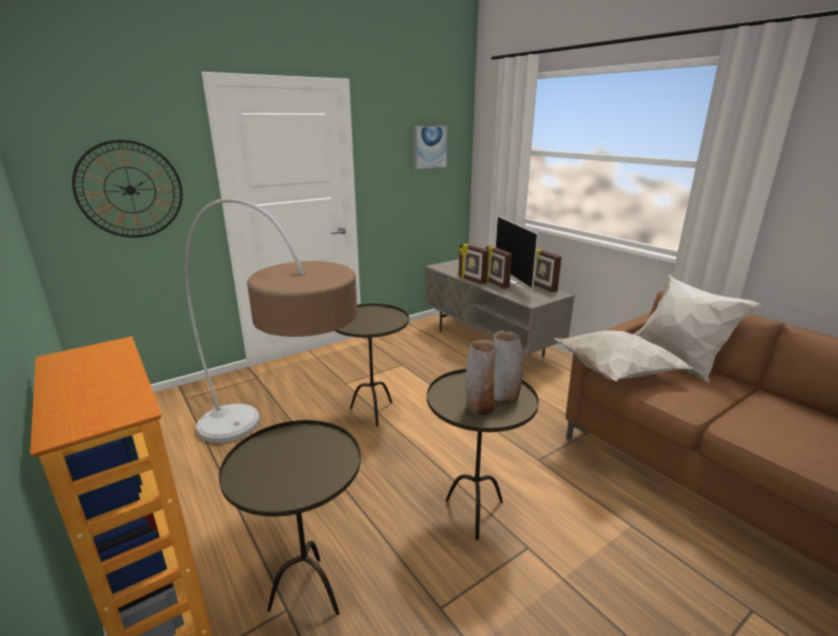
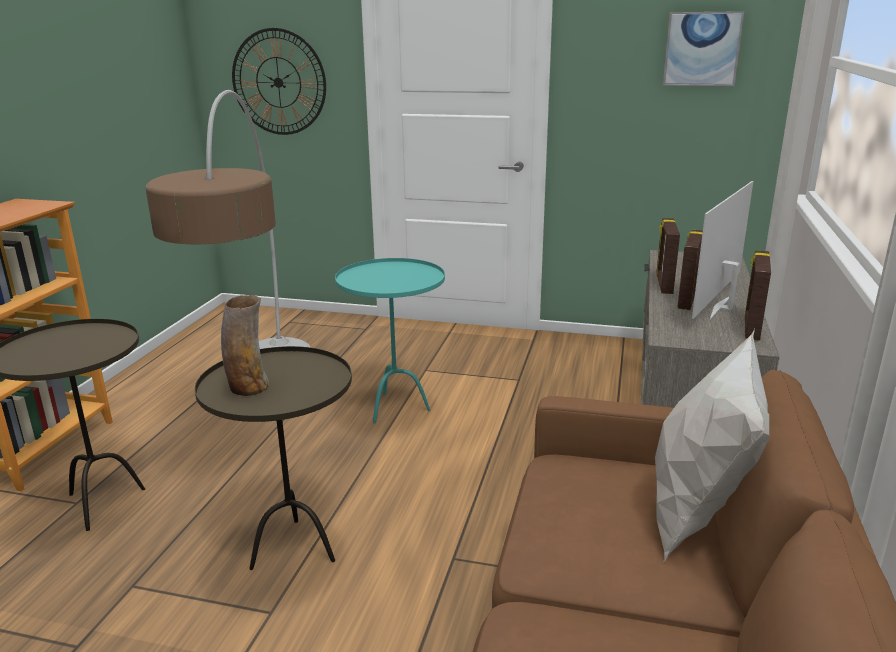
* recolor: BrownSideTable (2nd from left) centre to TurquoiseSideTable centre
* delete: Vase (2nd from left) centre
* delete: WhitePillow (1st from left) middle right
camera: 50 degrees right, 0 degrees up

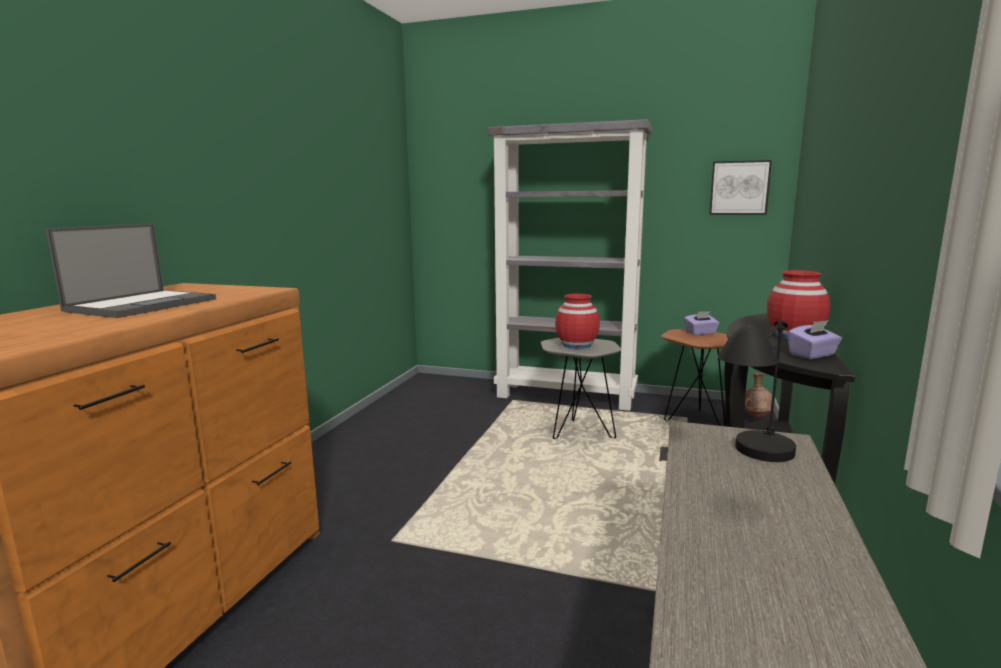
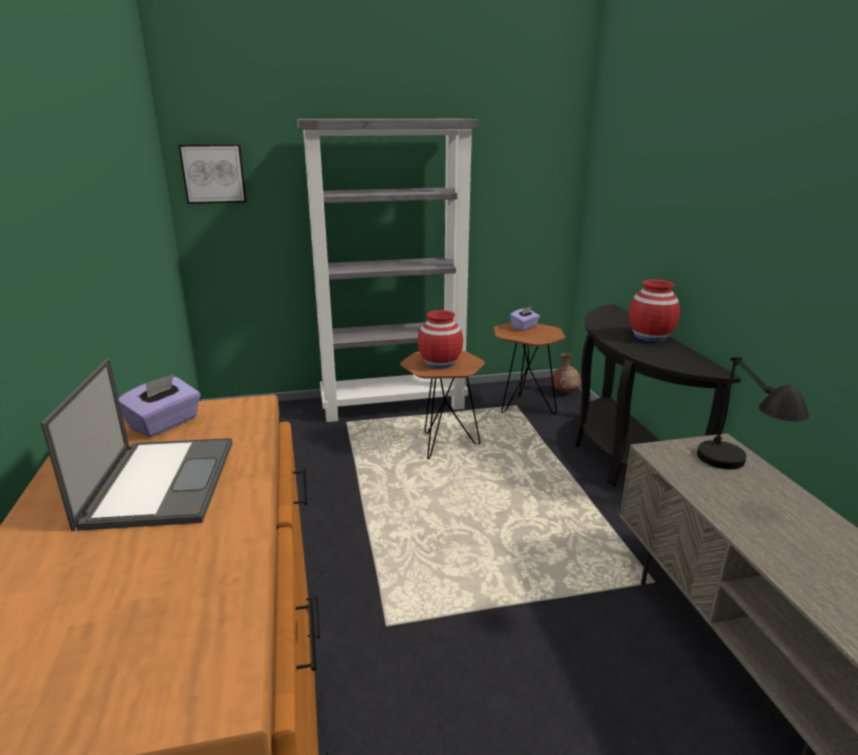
* recolor: GreySideTable centre to BrownSideTable (1st from left) centre
* move: Picture top right to top left
* move: PurpleTissueBox (2nd from left in the first image) middle right to PurpleTissueBox (1st from left) middle left
camera: 30 degrees left, 10 degrees up

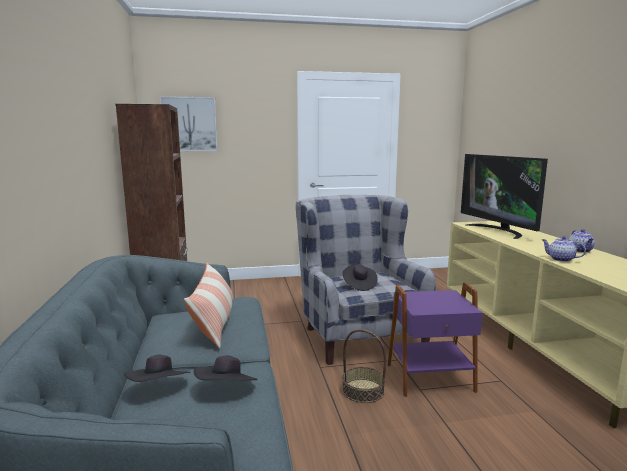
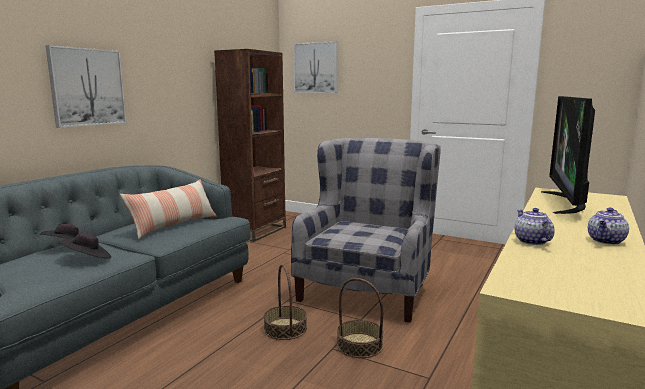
* delete: BlackHat (3rd from left) centre
* replace: PurpleSideTable bottom right to Basket (2nd from left) bottom centre
* insert: Picture (1st from left) top left
camera: 40 degrees right, 0 degrees up

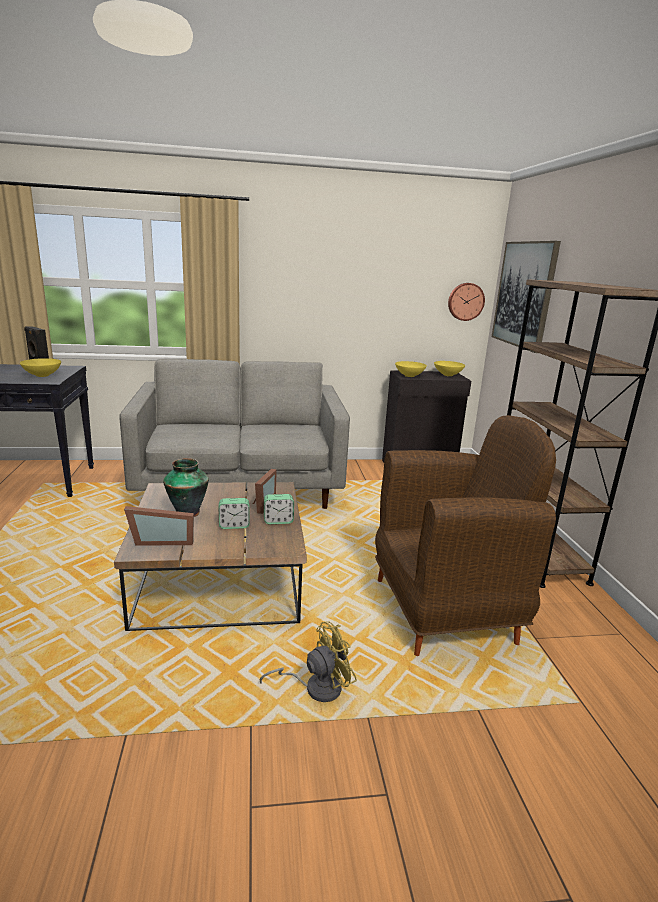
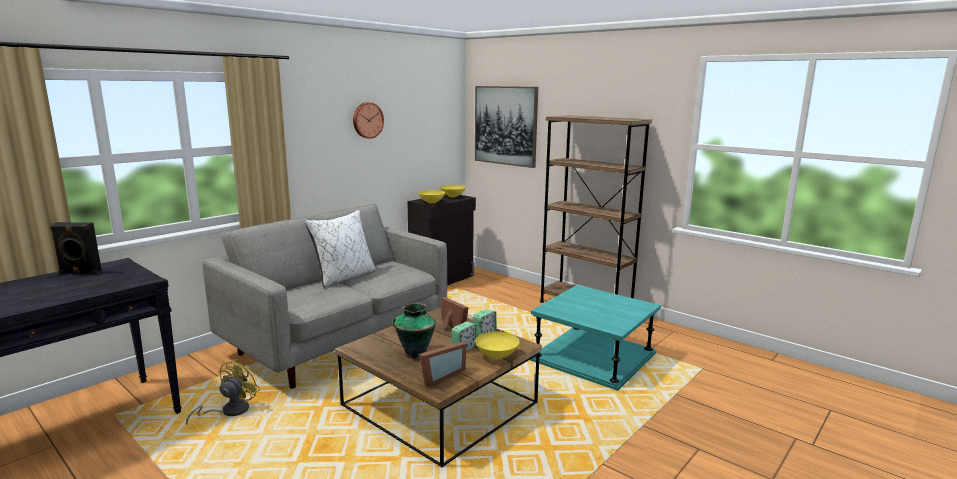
* move: YellowBowl (1st from left in the first image) middle left to YellowBowl (3rd from left) bottom centre
* move: YellowFan bottom centre to bottom left
* replace: BrownArmchair middle right to TurquoiseSideTable bottom centre
* move: WallClock middle right to top centre
* insert: WhitePillow centre
camera: 40 degrees left, 5 degrees down

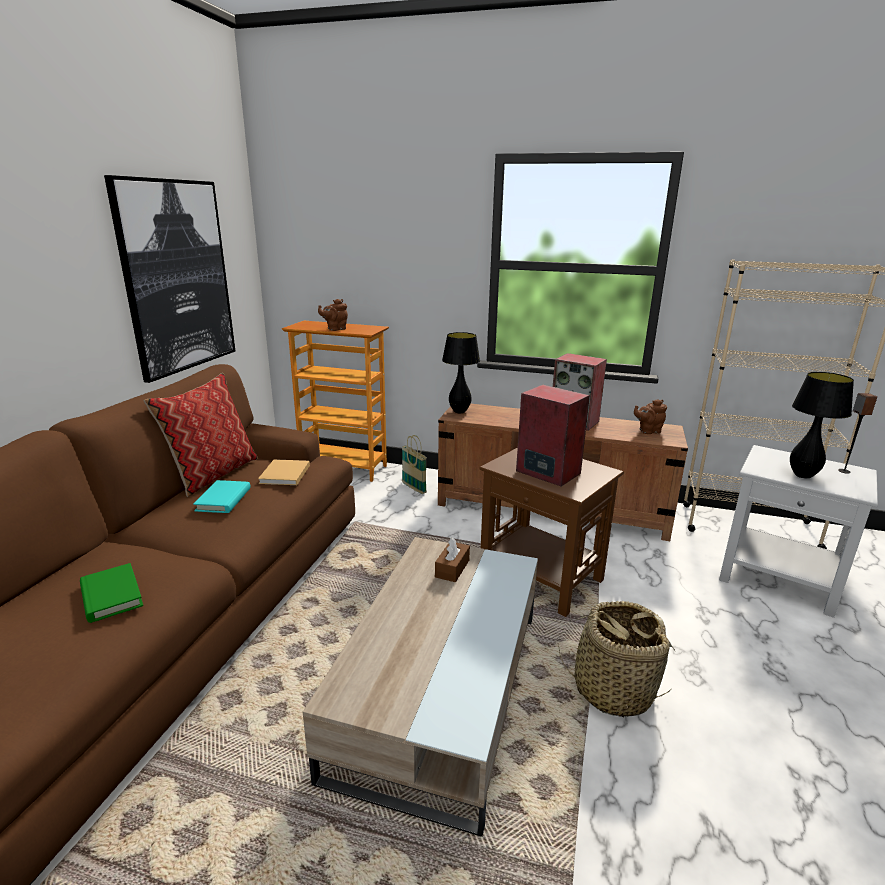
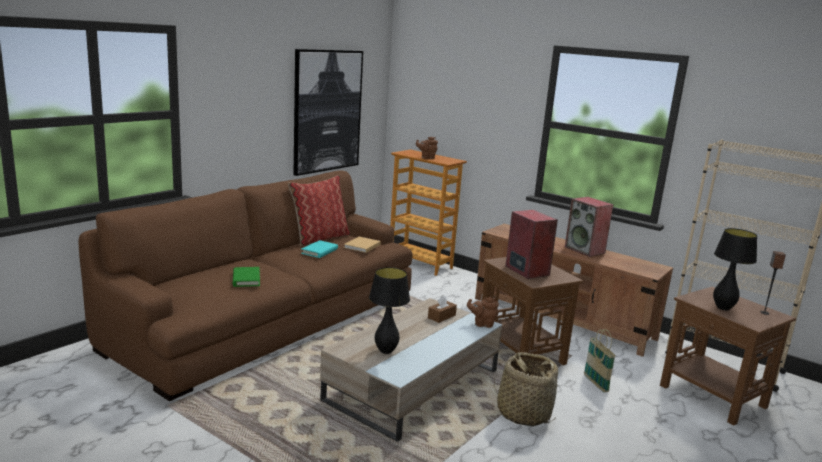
* move: Basket (1st from left in the first image) centre to Basket (2nd from left) bottom right
* move: BlackTableLamp (1st from left) centre to bottom centre
* move: BrownTeapot (2nd from left) middle right to bottom centre
* recolor: WhiteSideTable middle right to BrownSideTable (2nd from left) bottom right
camera: 20 degrees right, 5 degrees down

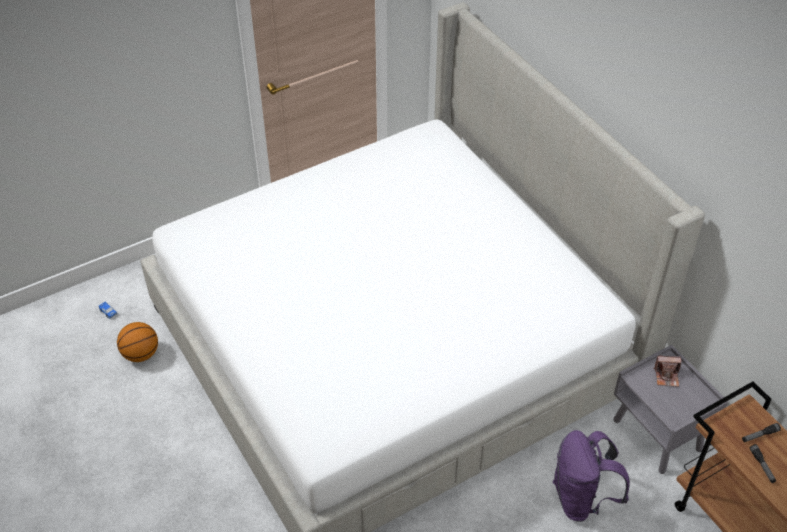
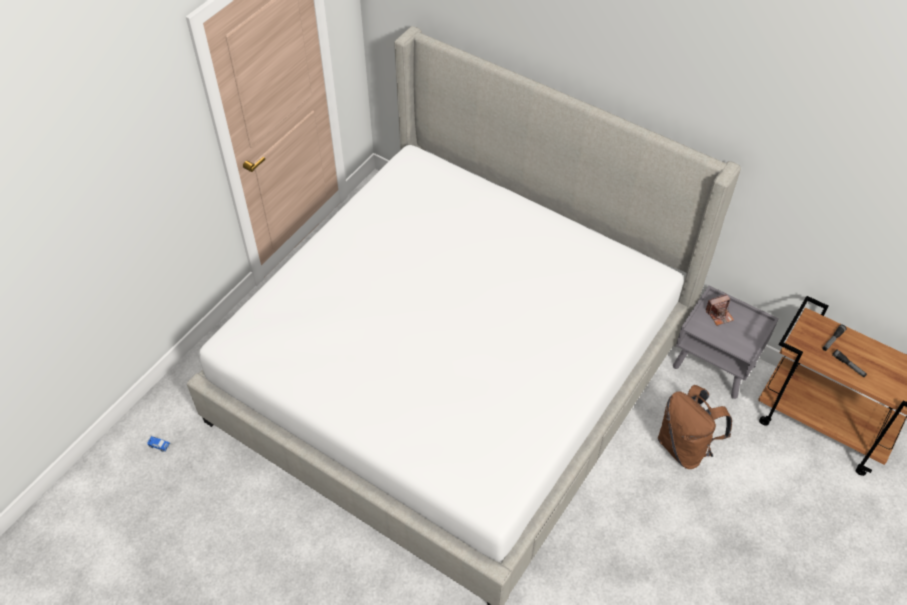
* delete: Basketball middle left
* recolor: PurpleBackpack bottom right to BrownBackpack bottom right
camera: 25 degrees left, 5 degrees up

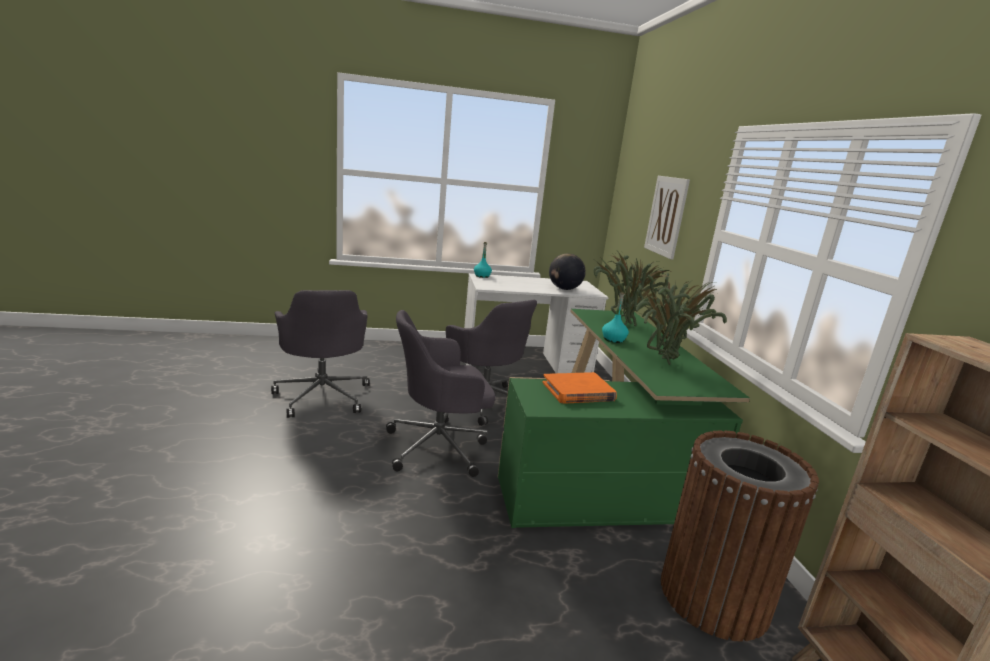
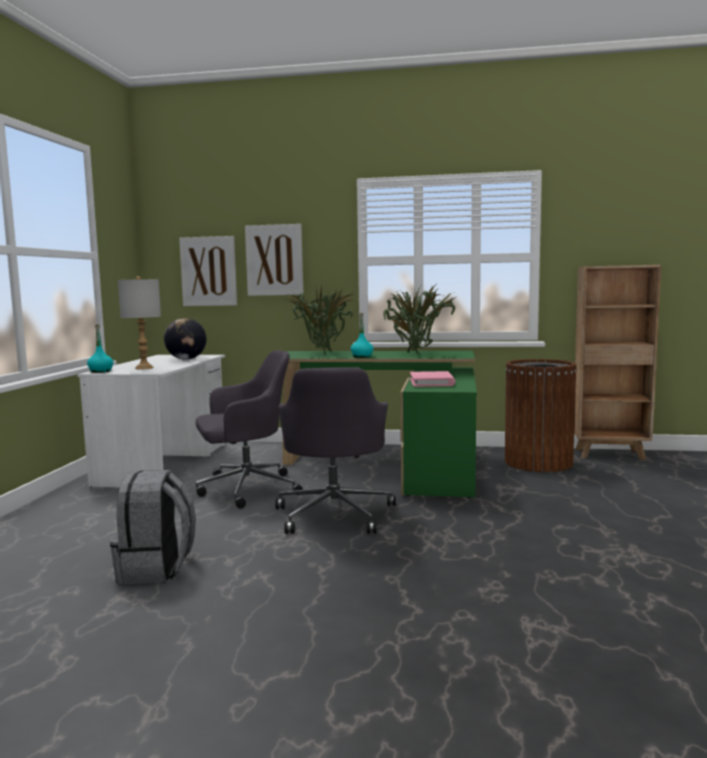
* replace: GreyOfficeChair (1st from left) middle left to GreyBackpack bottom left
* recolor: OrangeBook centre to PinkBook centre
* insert: GreyTableLamp middle left
* insert: Picture (1st from left) middle left
camera: 70 degrees left, 10 degrees down

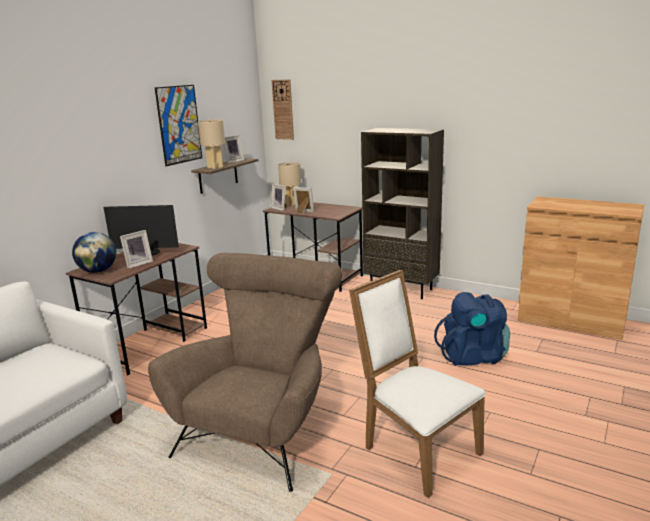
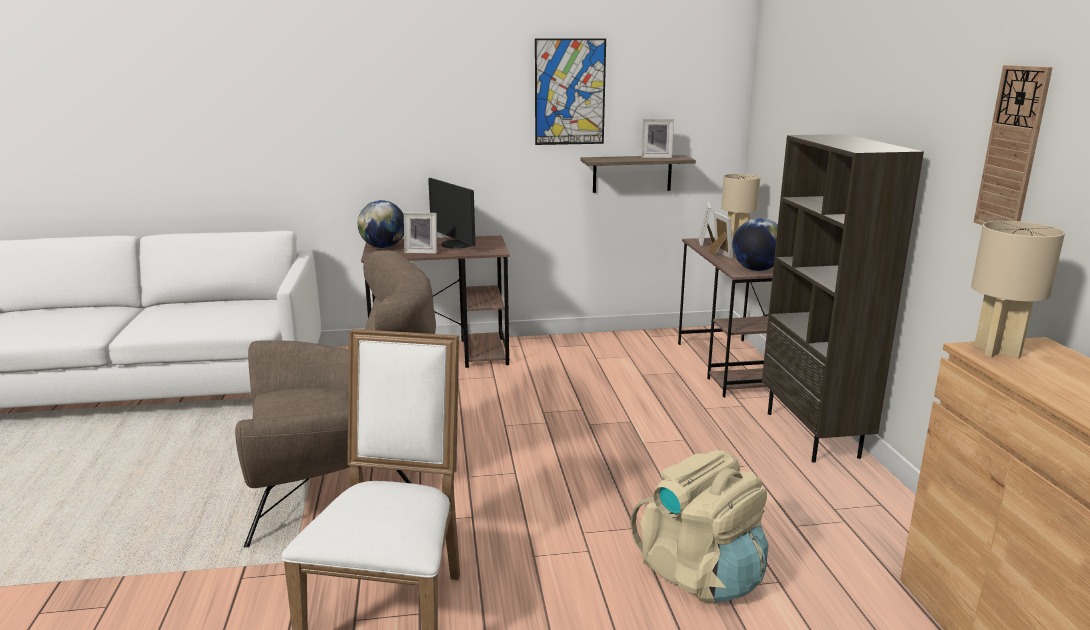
* move: BeigeTableLamp (1st from left in the first image) top left to BeigeTableLamp (2nd from left) middle right
* move: WallClock top centre to top right
* recolor: BlueBackpack middle right to BeigeBackpack bottom centre
* insert: Globe (2nd from left) middle right
camera: 50 degrees right, 0 degrees up

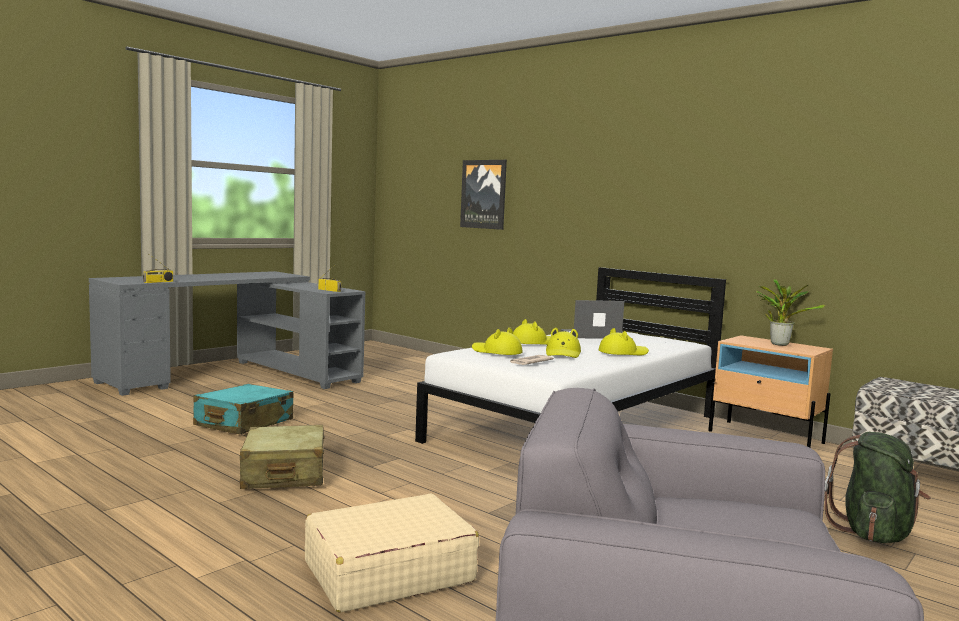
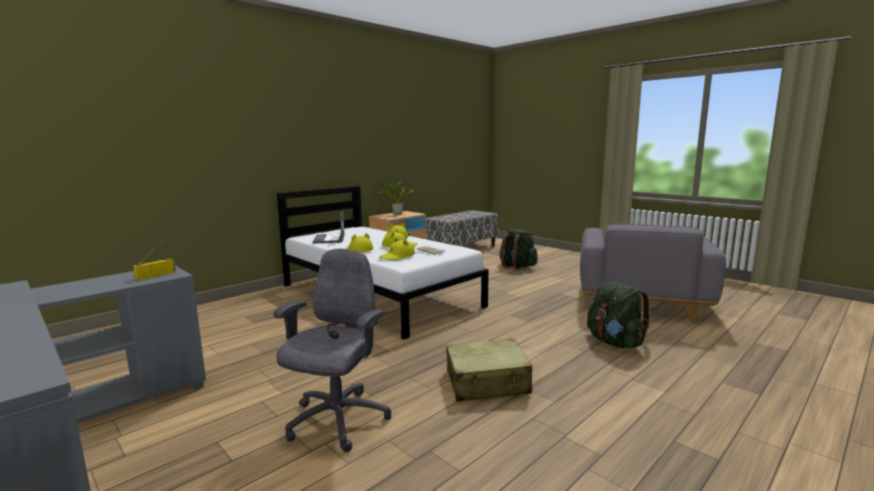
* delete: Radio (1st from left) middle left
* replace: TurquoiseSuitcase middle left to GreyOfficeChair bottom centre
* replace: BeigeSuitcase (2nd from left) bottom centre to GreenBackpack (2nd from left) middle right
* delete: Picture top centre
camera: 85 degrees left, 5 degrees up

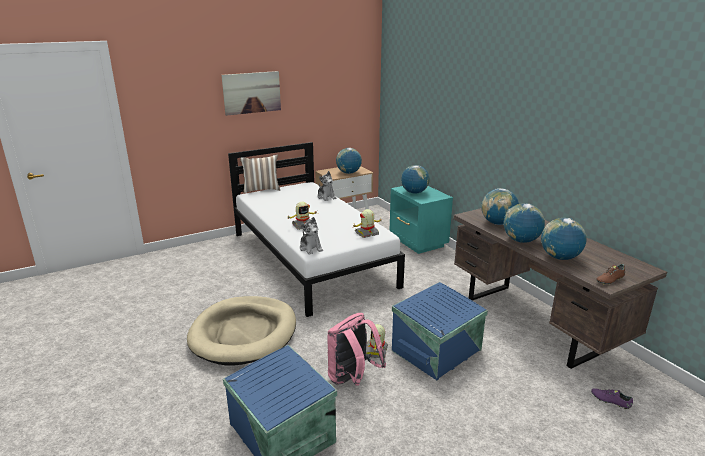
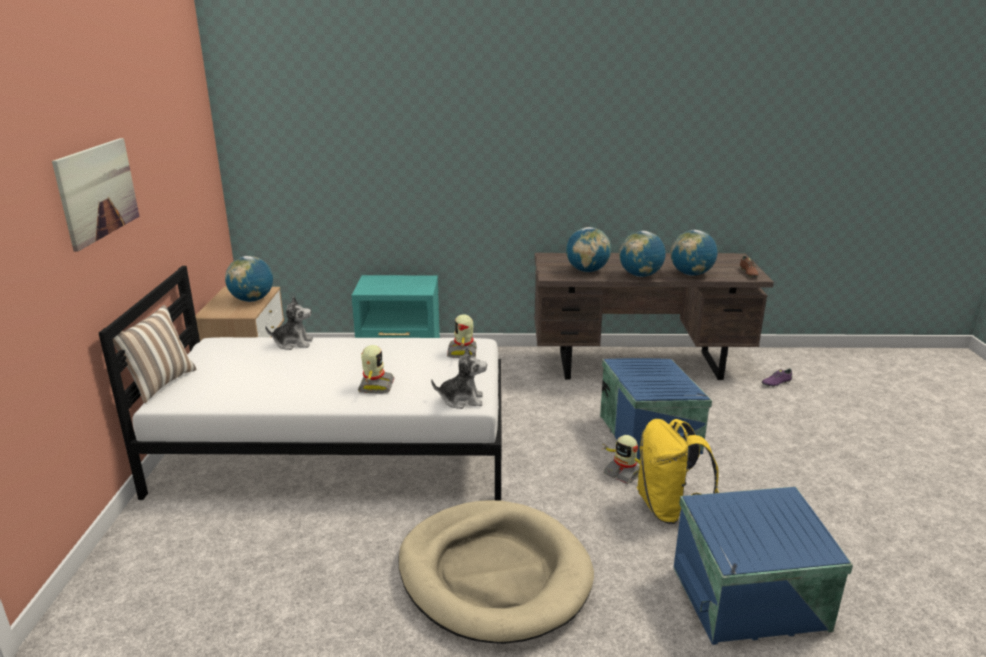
* recolor: PinkBackpack bottom centre to YellowBackpack bottom right
* delete: Globe (2nd from left) centre
camera: 60 degrees left, 0 degrees up

